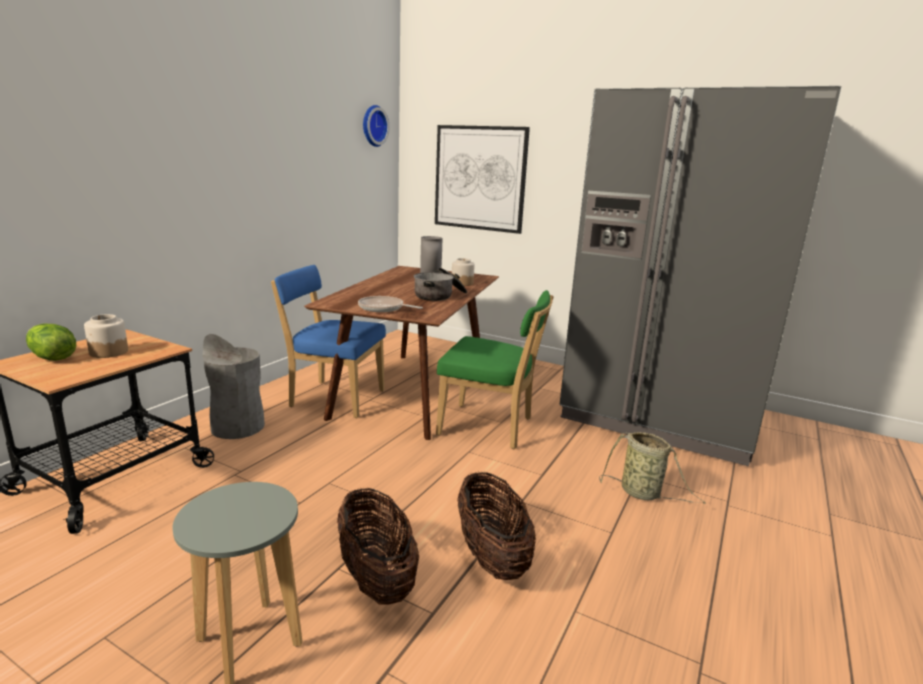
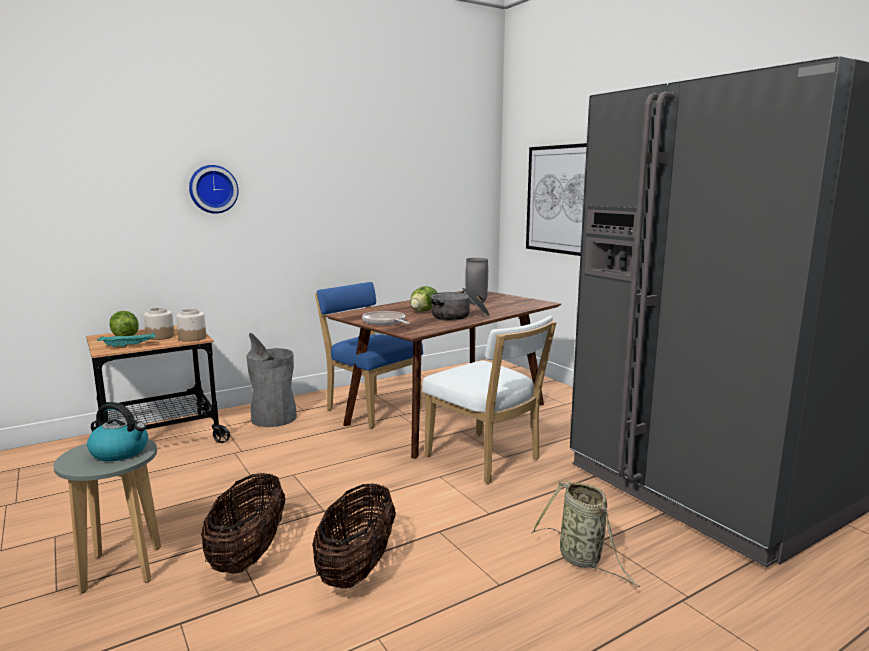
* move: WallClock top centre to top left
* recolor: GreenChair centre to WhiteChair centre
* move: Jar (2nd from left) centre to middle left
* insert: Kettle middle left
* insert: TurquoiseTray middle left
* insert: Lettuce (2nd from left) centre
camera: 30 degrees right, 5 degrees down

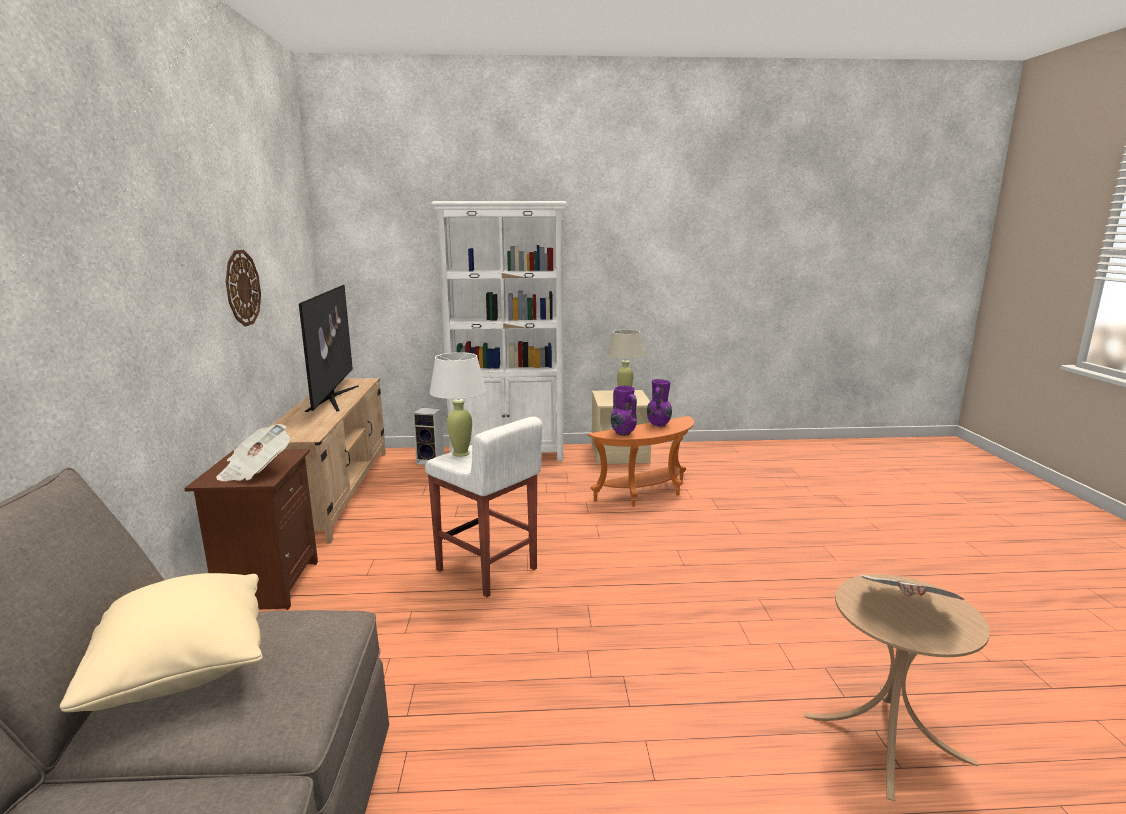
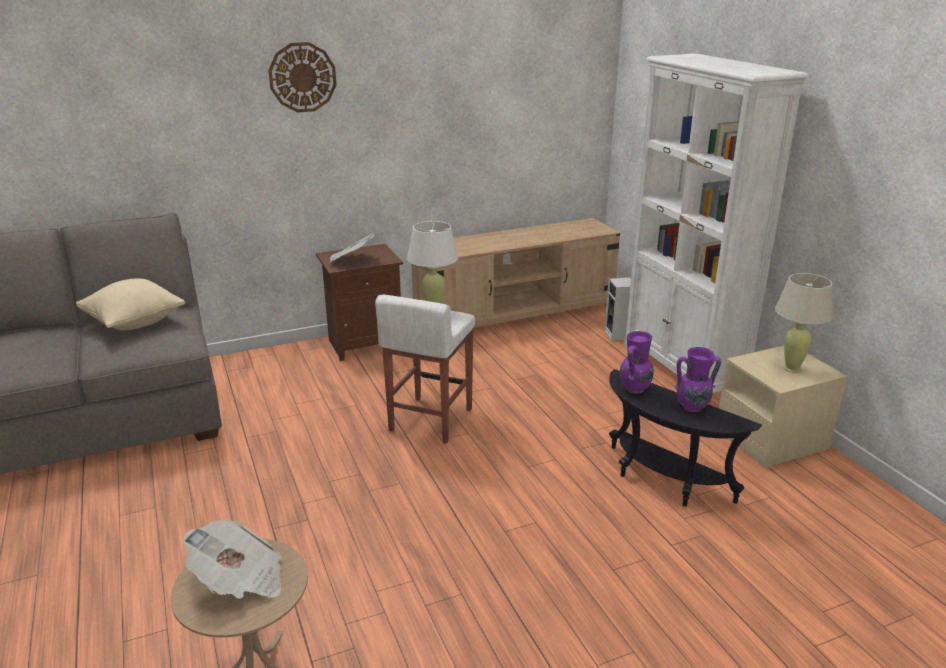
* move: WallClock middle left to top left
* delete: Television middle left
* recolor: OrangeSideTable centre to BlackSideTable middle right
camera: 70 degrees right, 10 degrees up

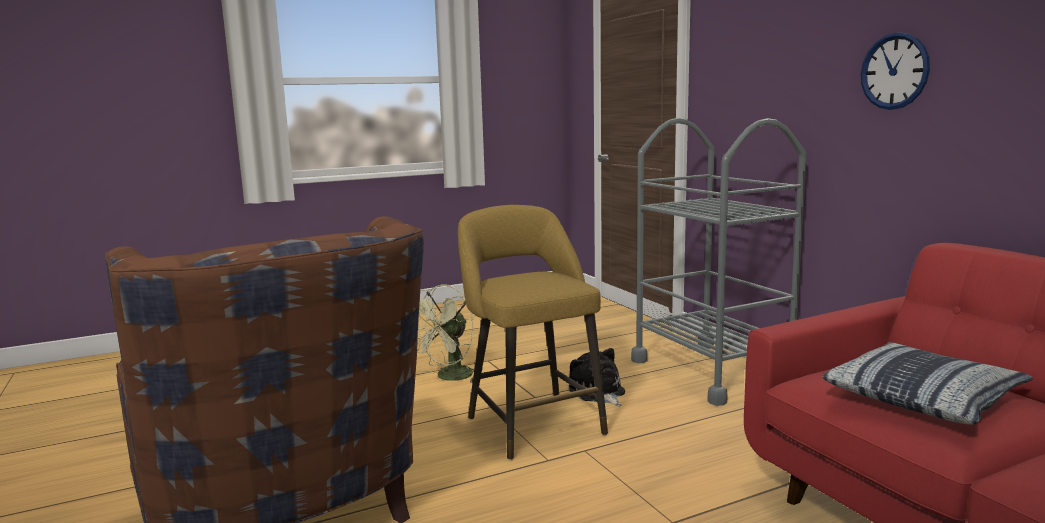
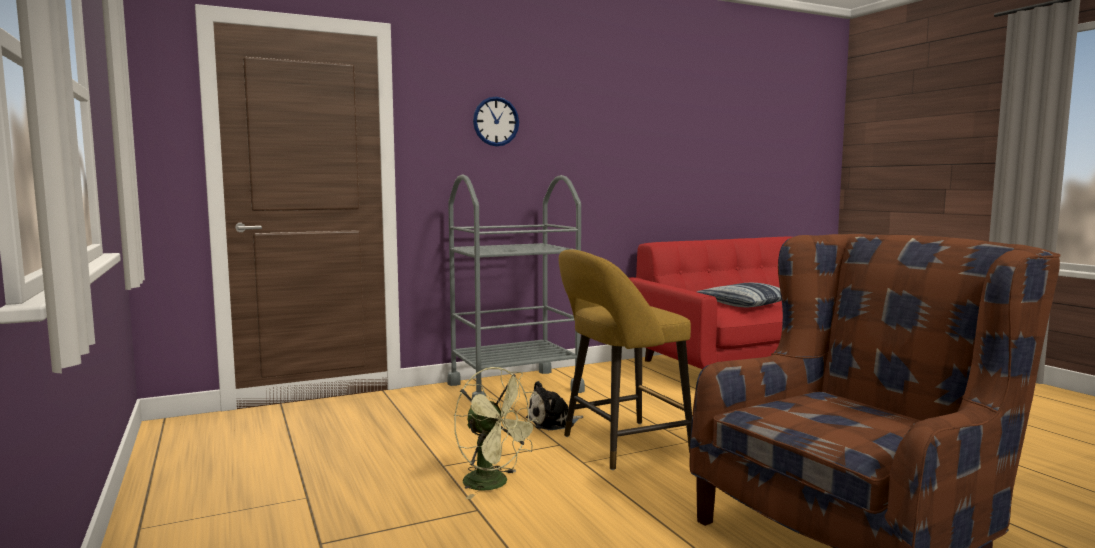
* move: WallClock top right to top centre
camera: 90 degrees left, 5 degrees down

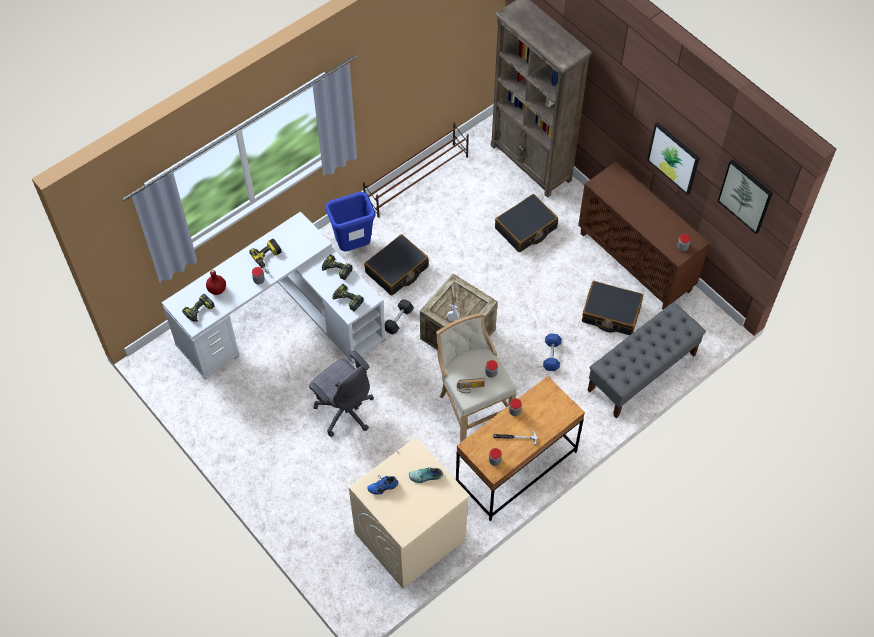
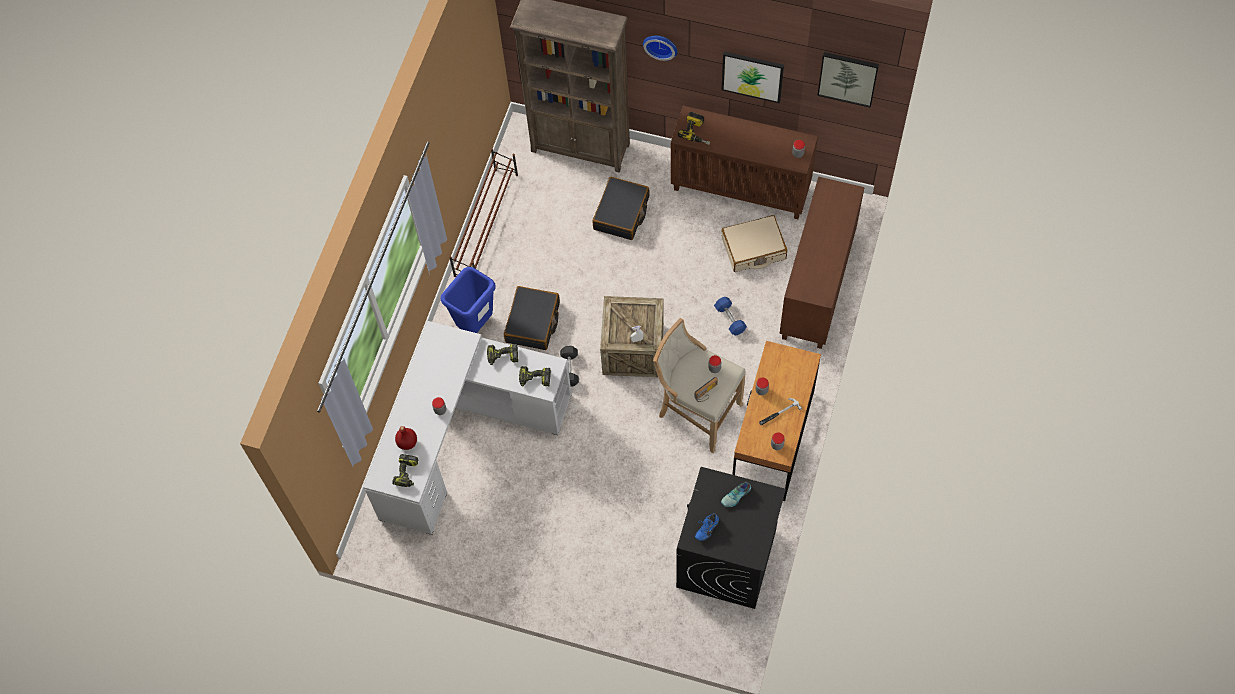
* move: PowerDrill (2nd from left in the first image) middle left to PowerDrill (4th from left) top centre
* delete: GreyOfficeChair centre
* recolor: BeigeWashingMachine bottom centre to BlackWashingMachine bottom centre
* recolor: BlackSuitcase (3rd from left) middle right to BeigeSuitcase centre
* replace: GreyBench middle right to BrownCabinet (2nd from left) centre
* insert: WallClock top centre
camera: 30 degrees left, 5 degrees up

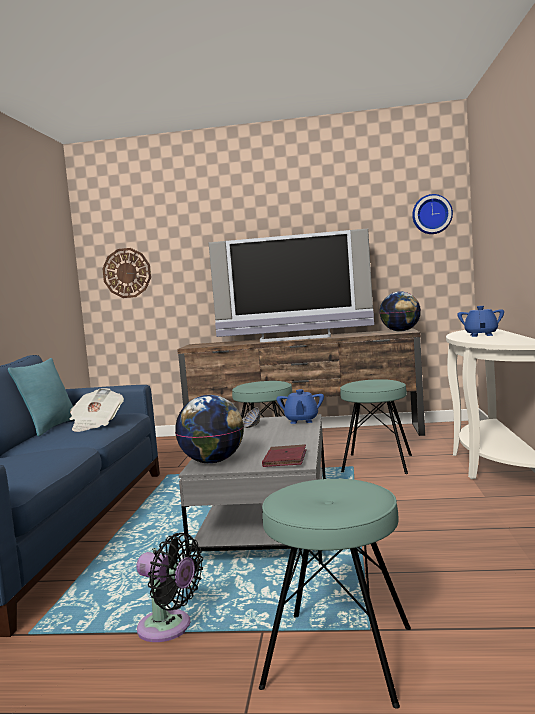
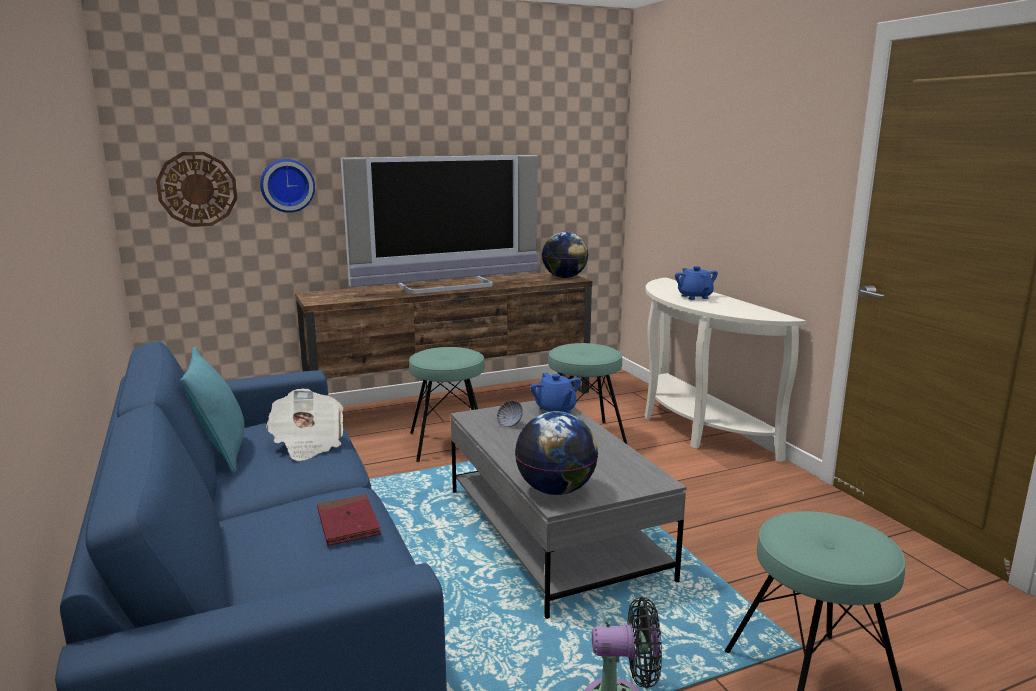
* move: RedBook centre to bottom centre
* move: WallClock (2nd from left) top right to top left
camera: 30 degrees left, 10 degrees up

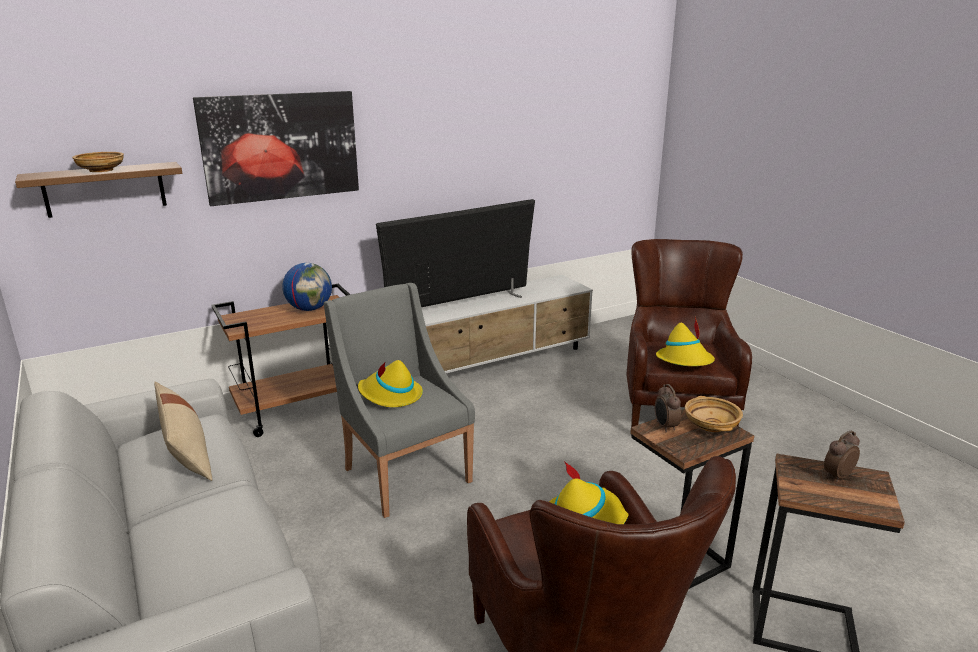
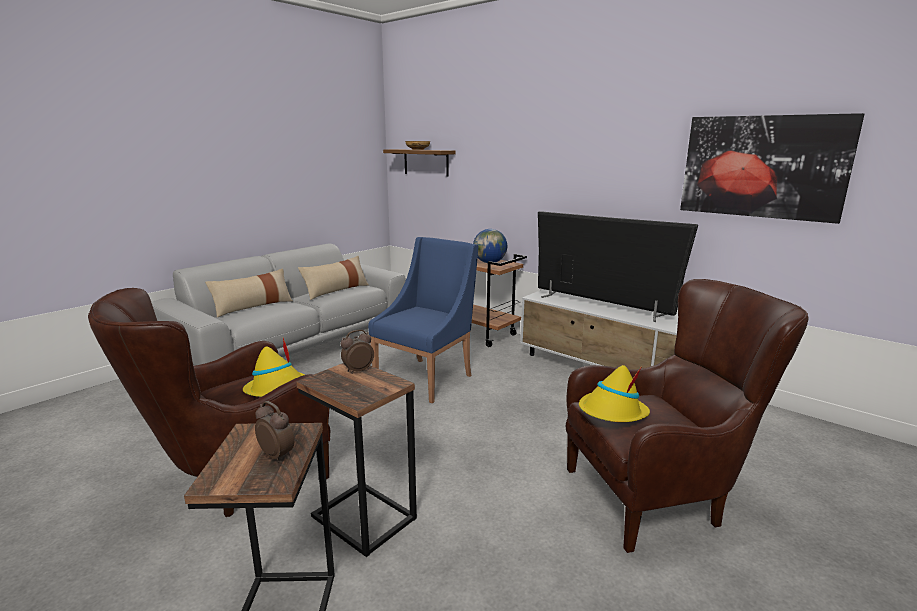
* move: Picture top left to top right
* recolor: GreyArmchair centre to BlueArmchair centre
* delete: YellowHat (1st from left) centre
* delete: BeigeBowl (2nd from left) middle right
* insert: BeigePillow (1st from left) middle left
camera: 70 degrees right, 5 degrees down

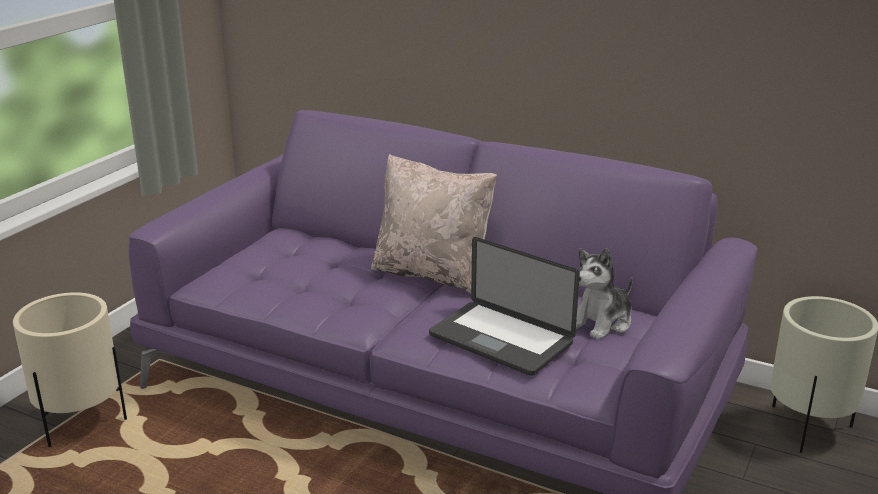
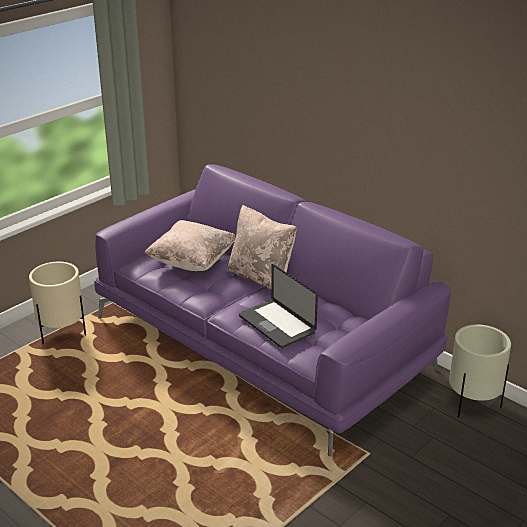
* delete: PlushToy middle right
* insert: BeigePillow (1st from left) centre
camera: 15 degrees right, 5 degrees up

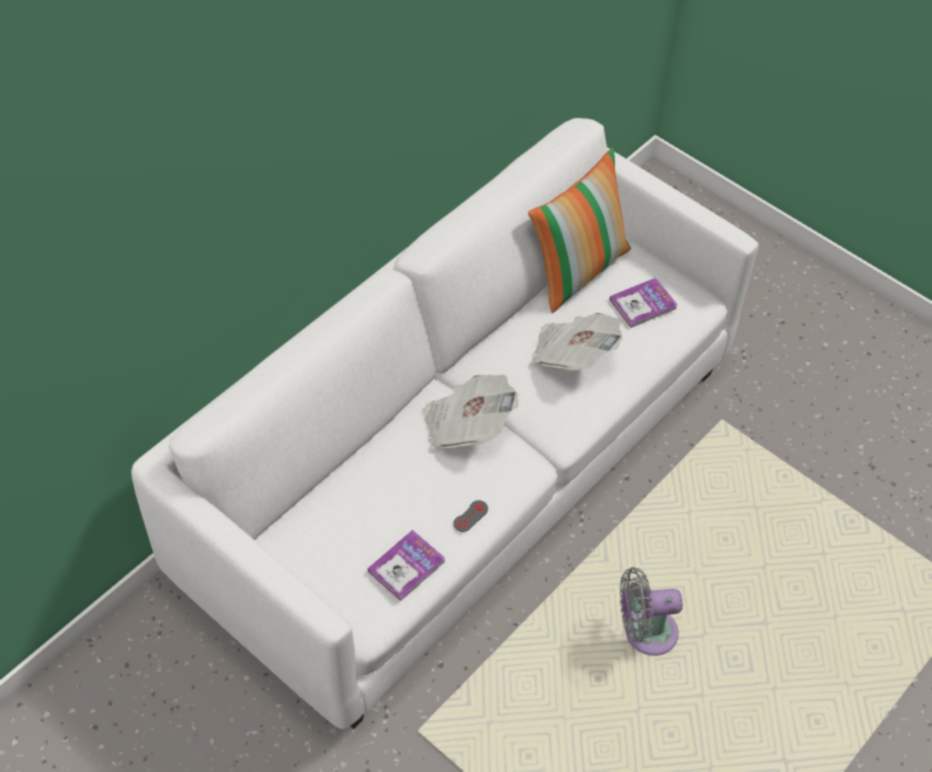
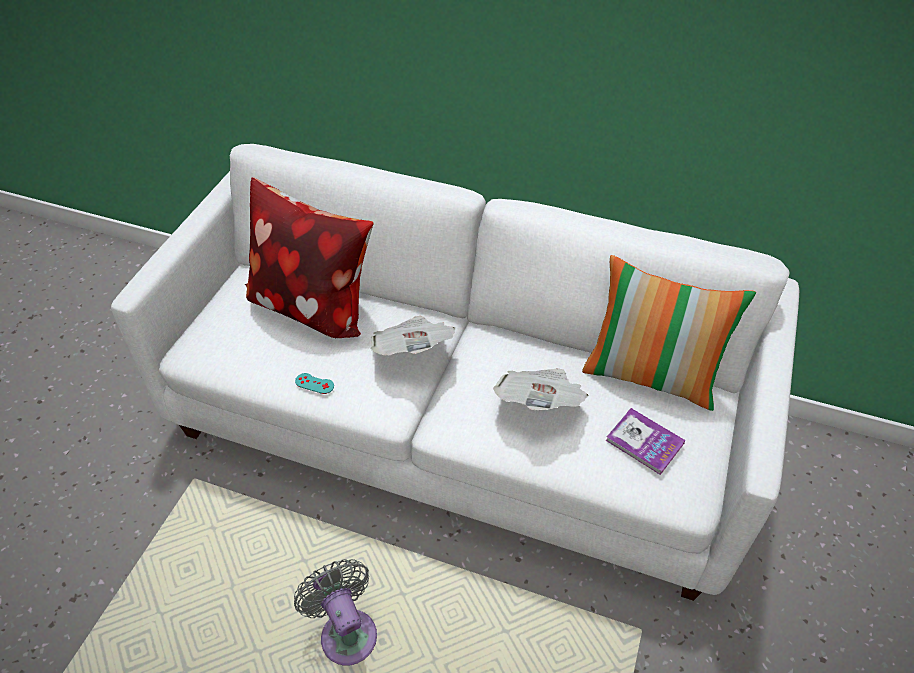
* delete: Book (1st from left) bottom centre
* recolor: GreyGameController bottom centre to TurquoiseGameController centre
* insert: Pillow (1st from left) centre
camera: 70 degrees right, 5 degrees down

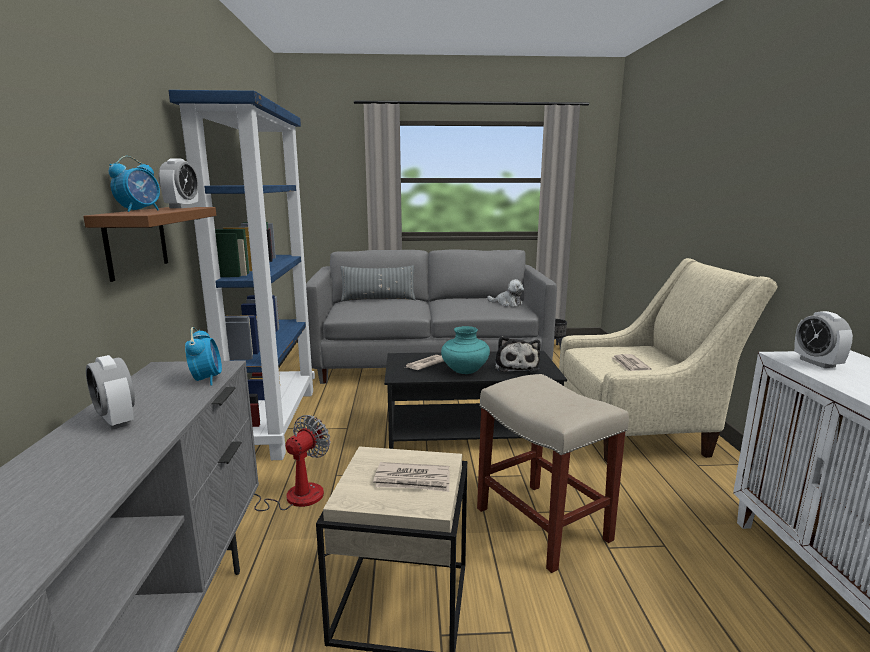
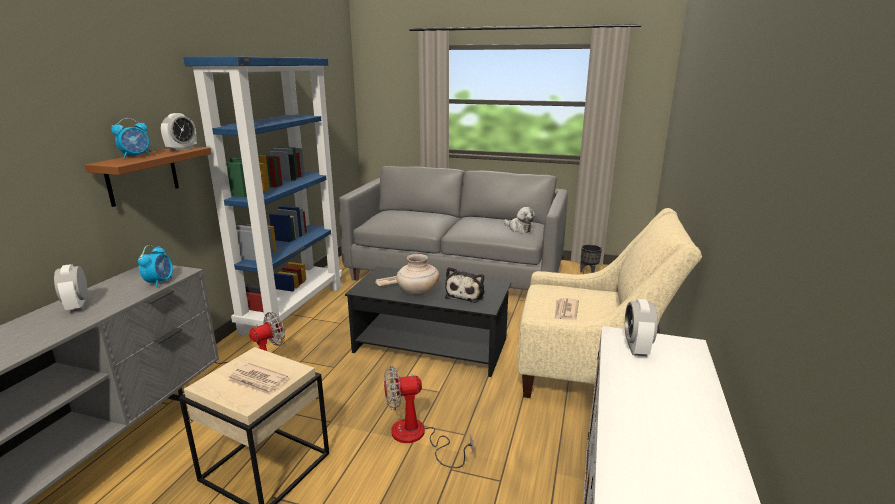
* delete: GreyPillow centre
* recolor: TurquoiseVase centre to BeigeVase centre
* replace: BeigeStool bottom centre to Fan (2nd from left) bottom centre
camera: 20 degrees right, 5 degrees up

